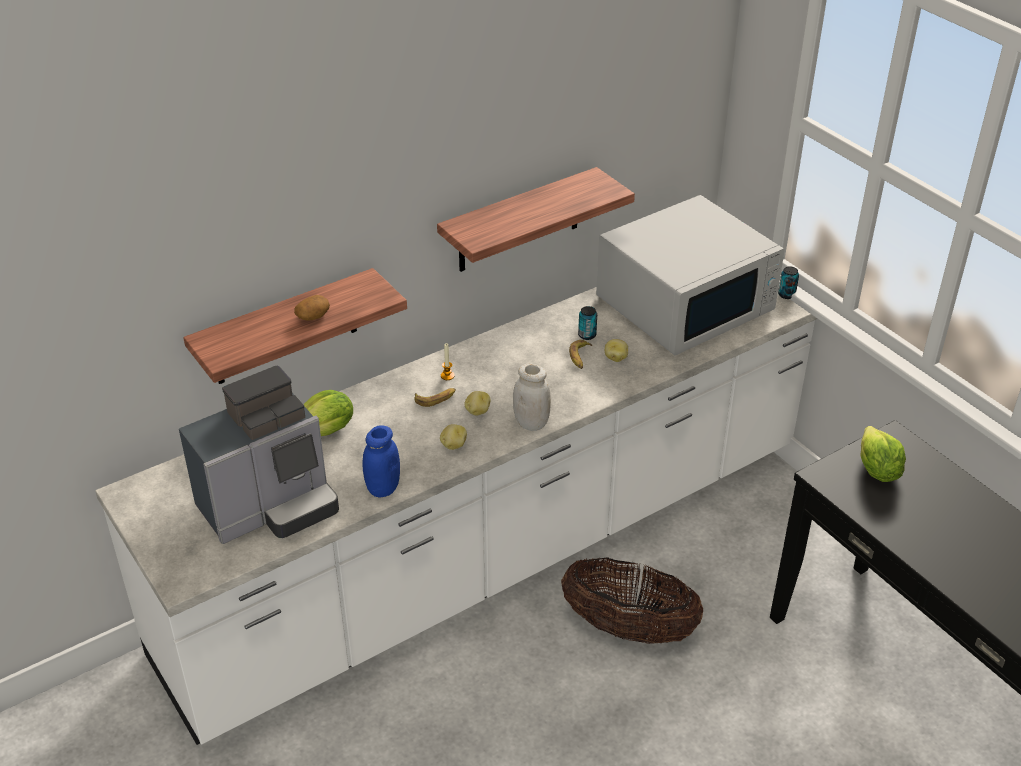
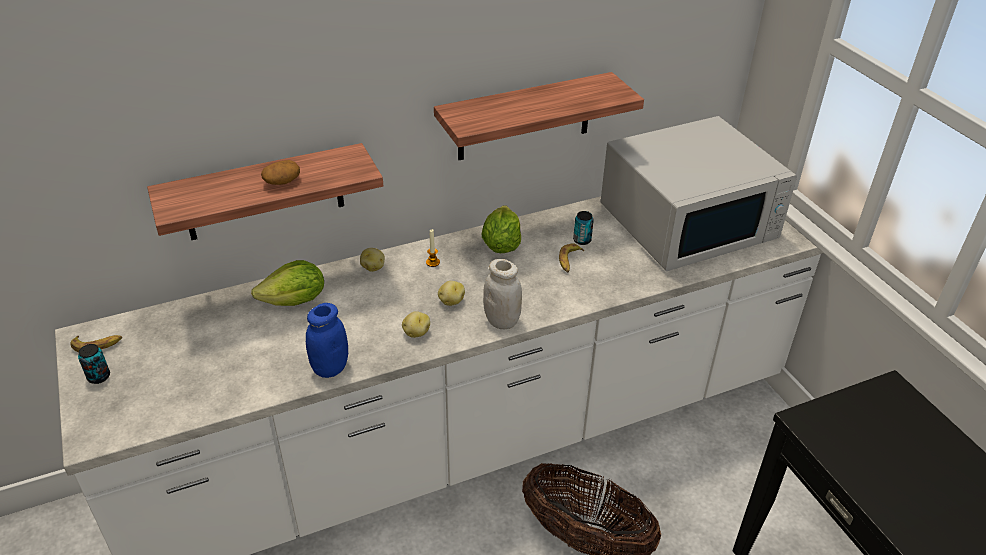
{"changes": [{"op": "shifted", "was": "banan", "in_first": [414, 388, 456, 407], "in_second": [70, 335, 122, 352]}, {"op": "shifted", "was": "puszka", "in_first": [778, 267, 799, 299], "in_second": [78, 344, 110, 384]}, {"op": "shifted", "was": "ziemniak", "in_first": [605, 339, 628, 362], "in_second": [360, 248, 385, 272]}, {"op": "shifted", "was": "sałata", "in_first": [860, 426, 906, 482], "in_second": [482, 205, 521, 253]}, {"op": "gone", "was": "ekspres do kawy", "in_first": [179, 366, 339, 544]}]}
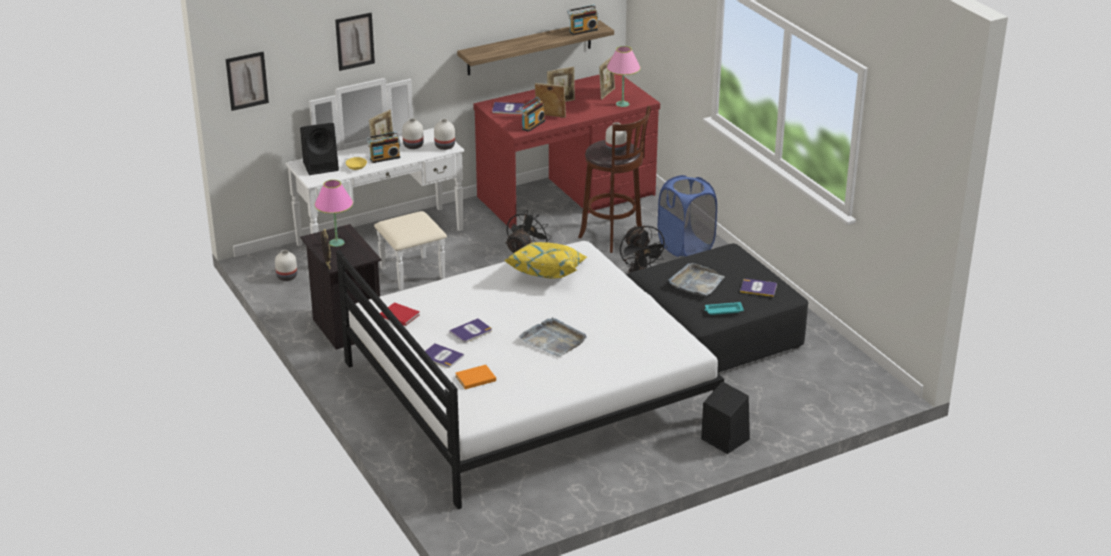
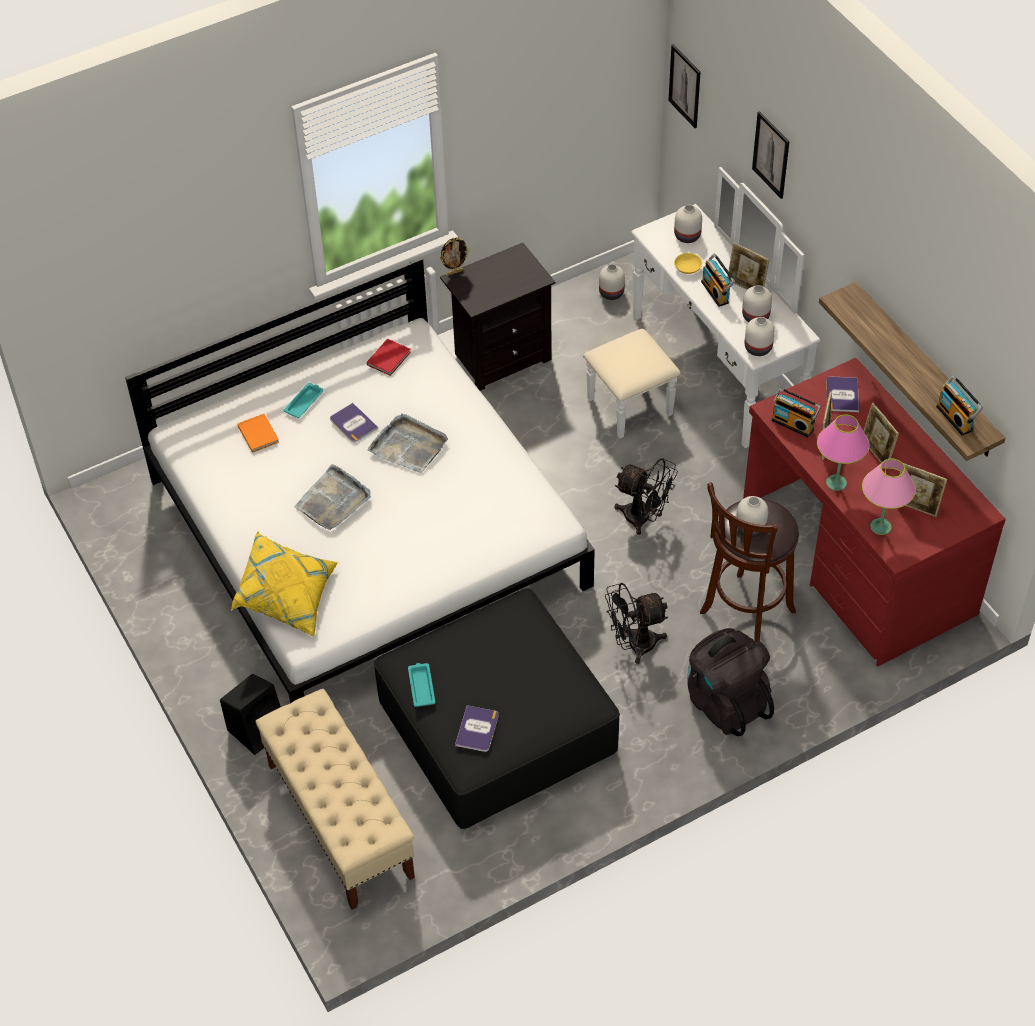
{"changes": [{"op": "shifted", "was": "poduszka (żółty)", "in_first": [505, 242, 587, 278], "in_second": [231, 530, 338, 637]}, {"op": "new", "now": "ławka (beżowy)", "in_second": [255, 689, 415, 910]}, {"op": "swapped", "was": "książka", "now": "taca (turkusowy)", "in_first": [425, 343, 464, 368], "in_second": [283, 383, 324, 418]}, {"op": "shifted", "was": "taca (szary)", "in_first": [668, 263, 725, 296], "in_second": [367, 413, 448, 473]}, {"op": "swapped", "was": "głośnik (czarny)", "now": "wazon (biały)", "in_first": [300, 123, 339, 175], "in_second": [674, 205, 702, 243]}, {"op": "swapped", "was": "kosz na pranie (niebieski)", "now": "plecak (czarny)", "in_first": [658, 175, 717, 257], "in_second": [687, 628, 774, 736]}, {"op": "shifted", "was": "lampa stołowa (różowy)", "in_first": [315, 180, 353, 247], "in_second": [817, 415, 869, 491]}]}
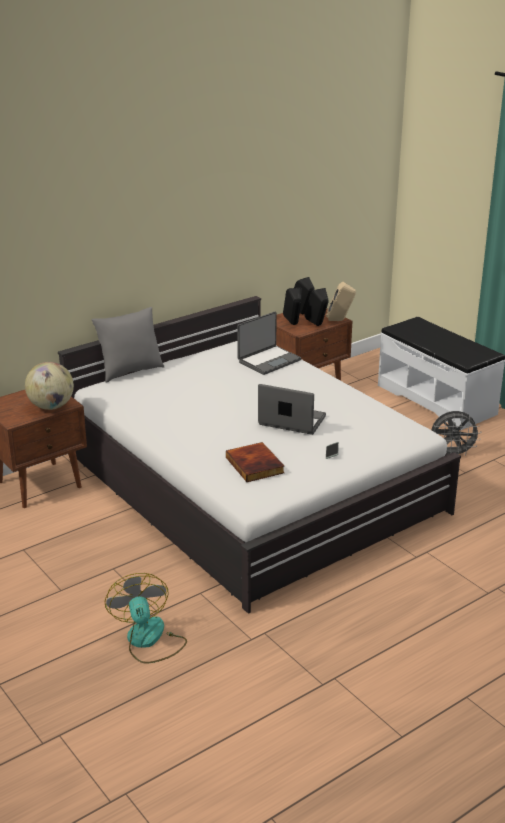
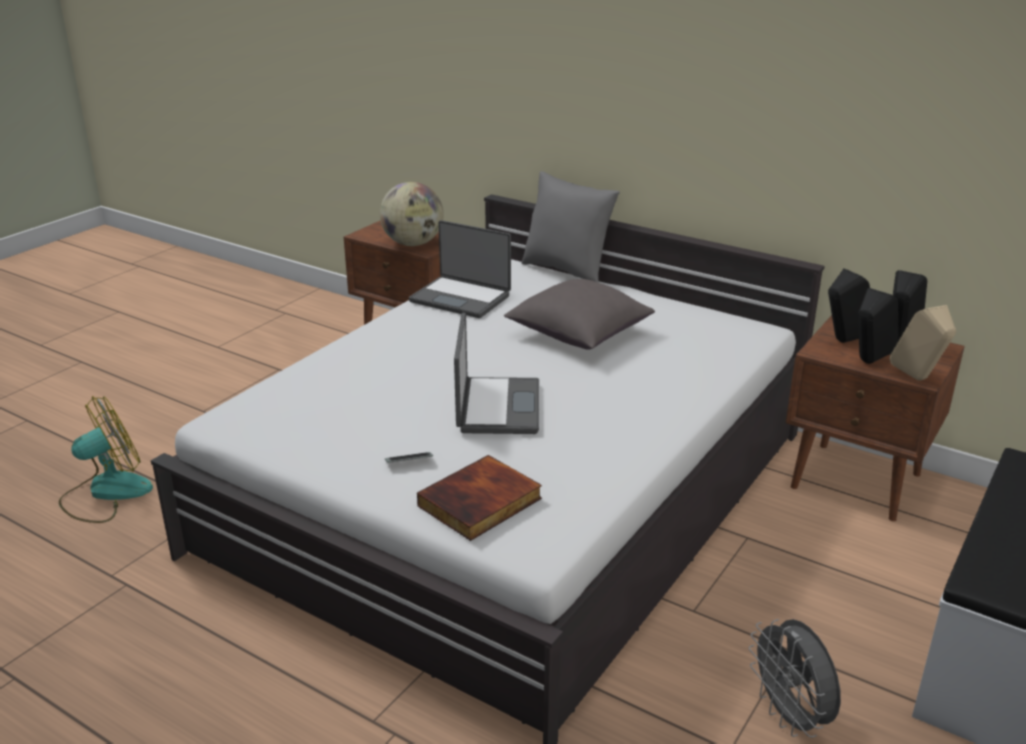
{"changes": [{"op": "shifted", "was": "laptop", "in_first": [237, 312, 301, 375], "in_second": [409, 220, 511, 318]}, {"op": "shifted", "was": "książka", "in_first": [226, 442, 285, 482], "in_second": [417, 455, 542, 541]}, {"op": "new", "now": "poduszka (szary)", "in_second": [504, 279, 655, 350]}]}
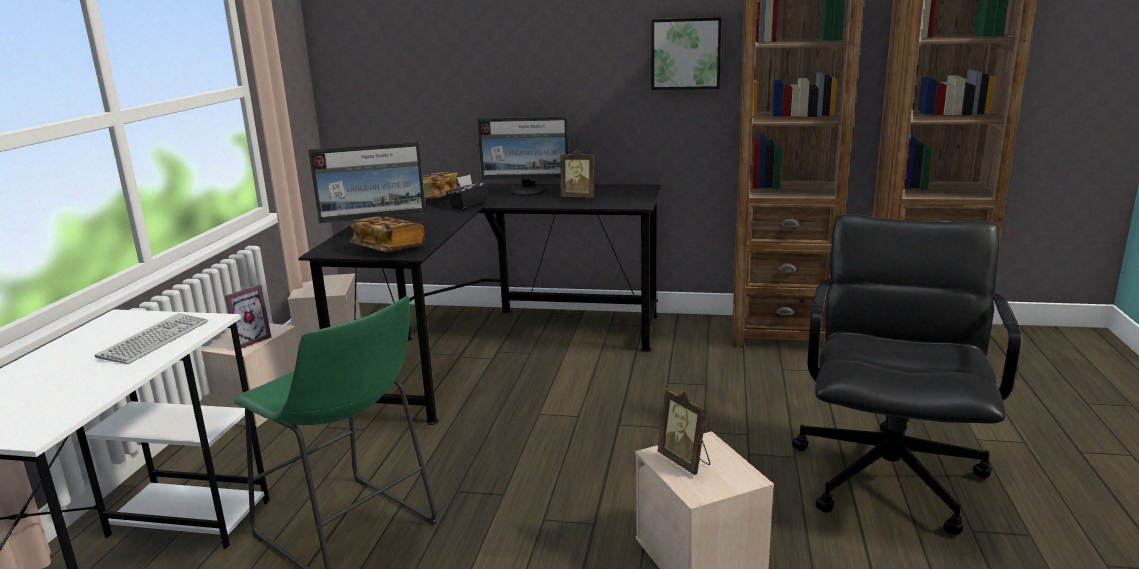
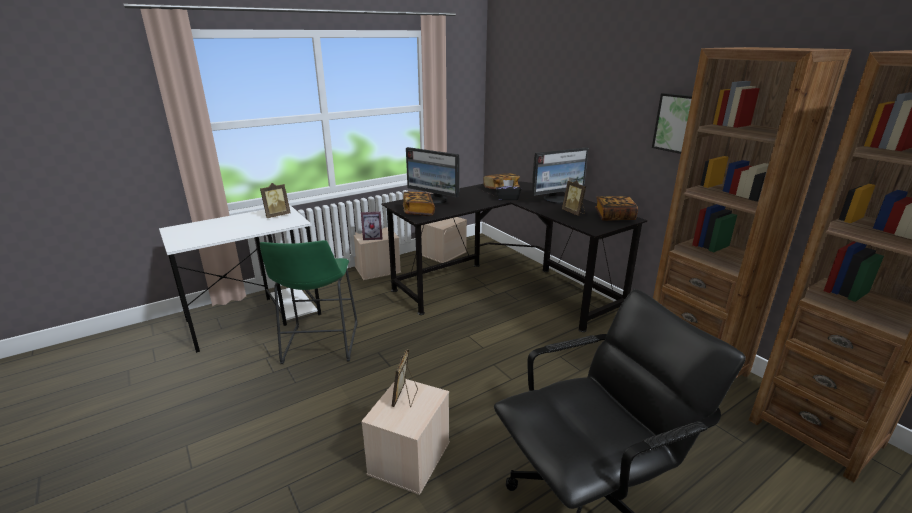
{"changes": [{"op": "new", "now": "ramka na zdjęcie", "in_second": [260, 183, 290, 218]}, {"op": "rotated", "was": "monitor", "in_first": [477, 116, 569, 196], "in_second": [532, 147, 589, 204], "clockwise": -75}, {"op": "new", "now": "książka", "in_second": [595, 196, 638, 221]}, {"op": "gone", "was": "klawiatura", "in_first": [95, 313, 208, 364]}]}
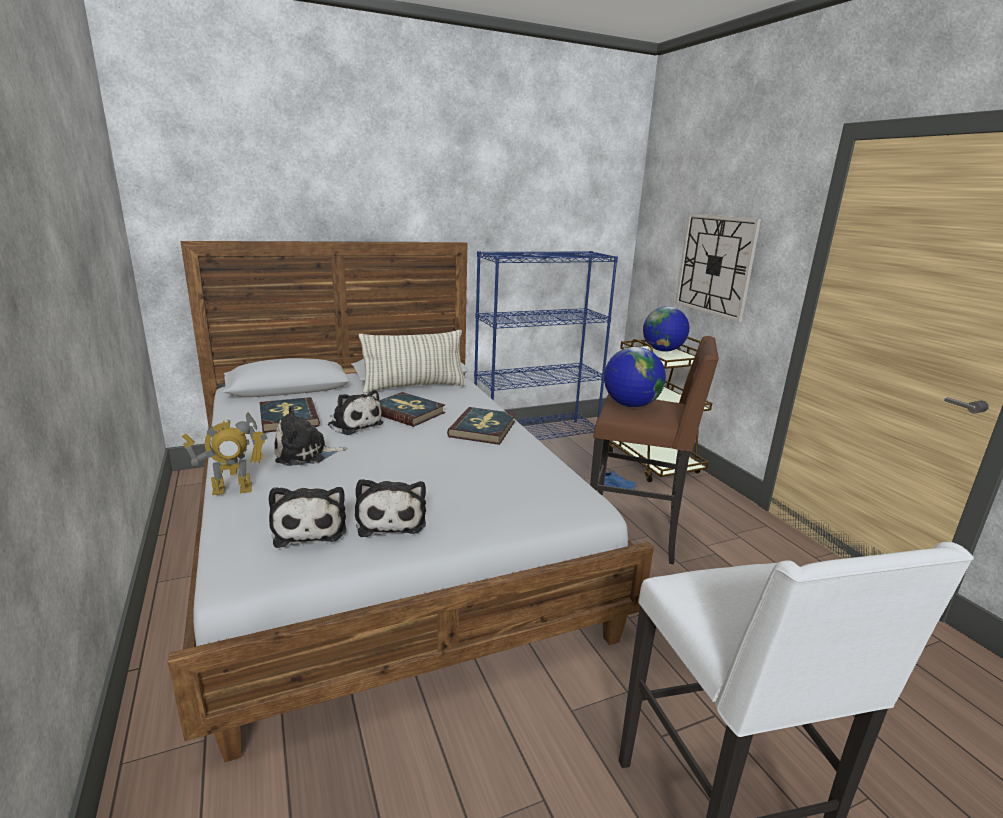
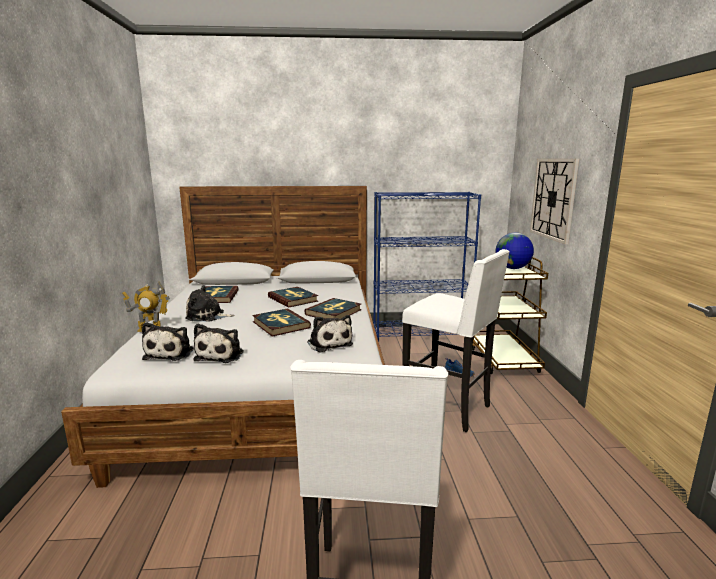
{"changes": [{"op": "new", "now": "książka", "in_second": [252, 308, 311, 337]}, {"op": "shifted", "was": "pluszak", "in_first": [328, 390, 383, 435], "in_second": [307, 315, 353, 353]}, {"op": "repainted", "was": "stołek (brązowy)", "now": "stołek (biały)", "in_first": [590, 336, 719, 564], "in_second": [402, 249, 510, 432]}, {"op": "gone", "was": "poduszka", "in_first": [359, 330, 466, 393]}, {"op": "gone", "was": "globus", "in_first": [604, 347, 666, 407]}]}
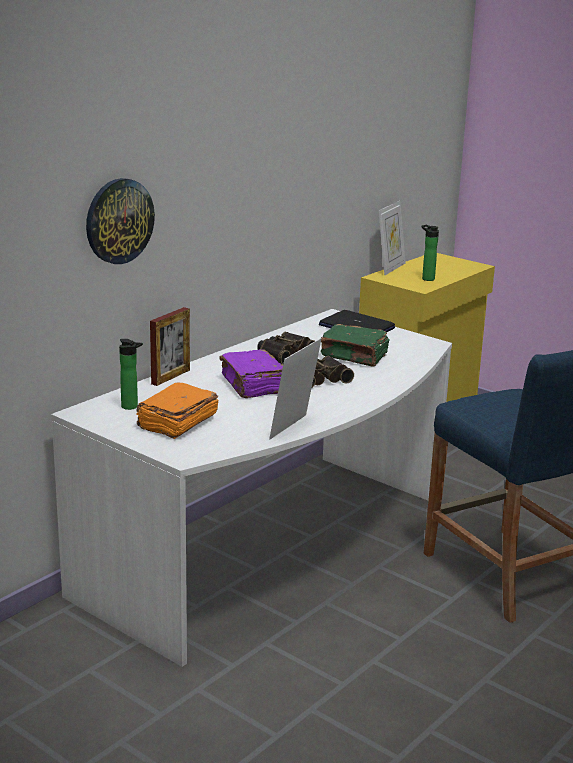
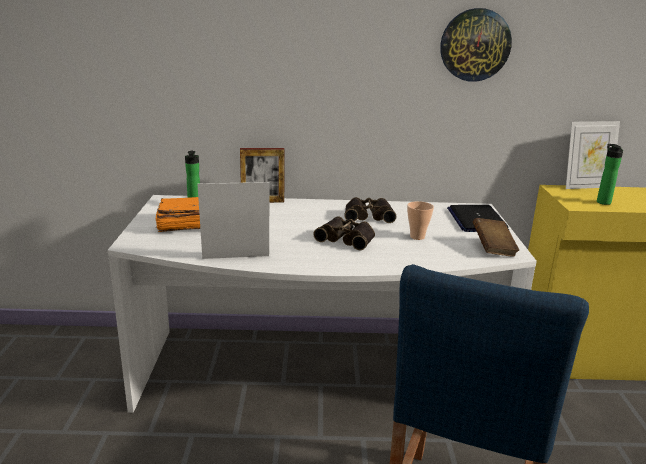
{"changes": [{"op": "swapped", "was": "książka (zielony)", "now": "filiżanka", "in_first": [321, 324, 389, 367], "in_second": [407, 201, 434, 240]}, {"op": "shifted", "was": "zegar ścienny", "in_first": [86, 178, 155, 264], "in_second": [440, 8, 512, 82]}, {"op": "new", "now": "książka (brązowy)", "in_second": [473, 218, 519, 257]}, {"op": "gone", "was": "książka (fioletowy)", "in_first": [219, 349, 283, 398]}]}
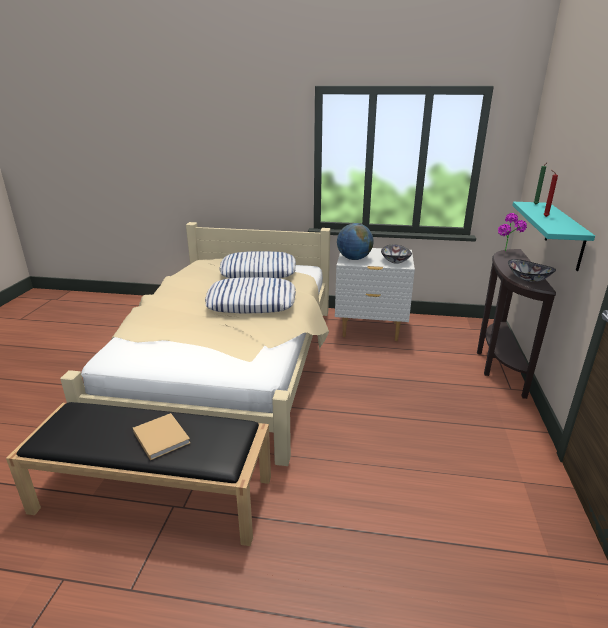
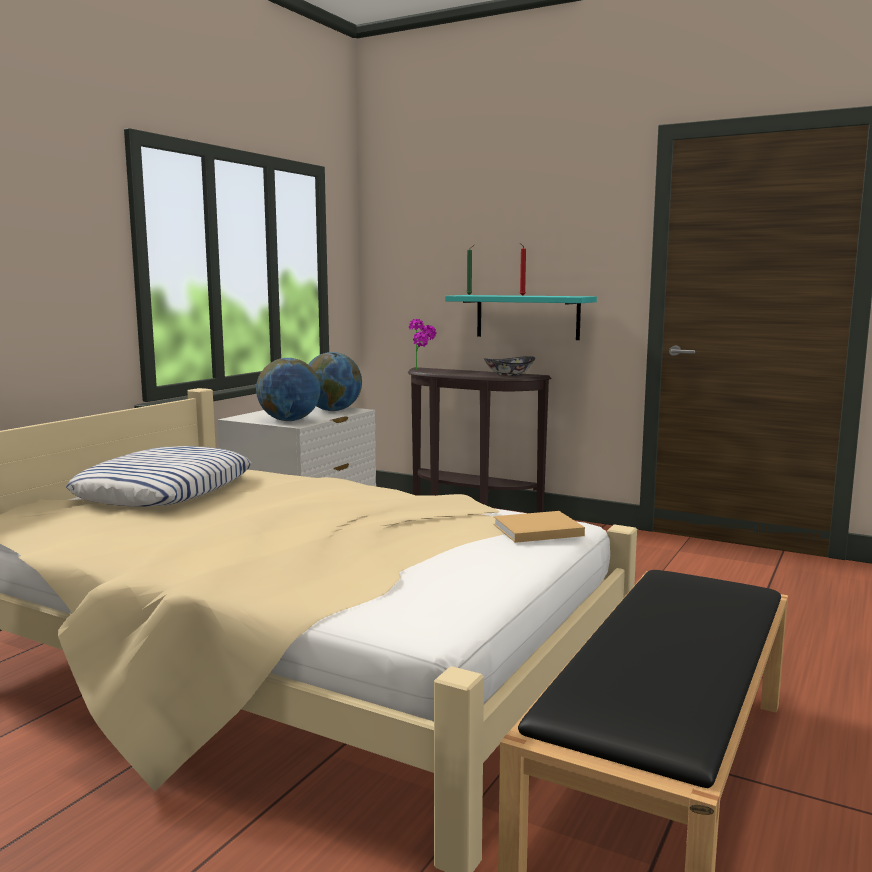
{"changes": [{"op": "swapped", "was": "miska", "now": "globus", "in_first": [381, 244, 412, 264], "in_second": [308, 352, 362, 411]}, {"op": "shifted", "was": "książka (beżowy)", "in_first": [133, 413, 190, 460], "in_second": [493, 511, 585, 543]}, {"op": "gone", "was": "poduszka", "in_first": [205, 277, 296, 313]}]}
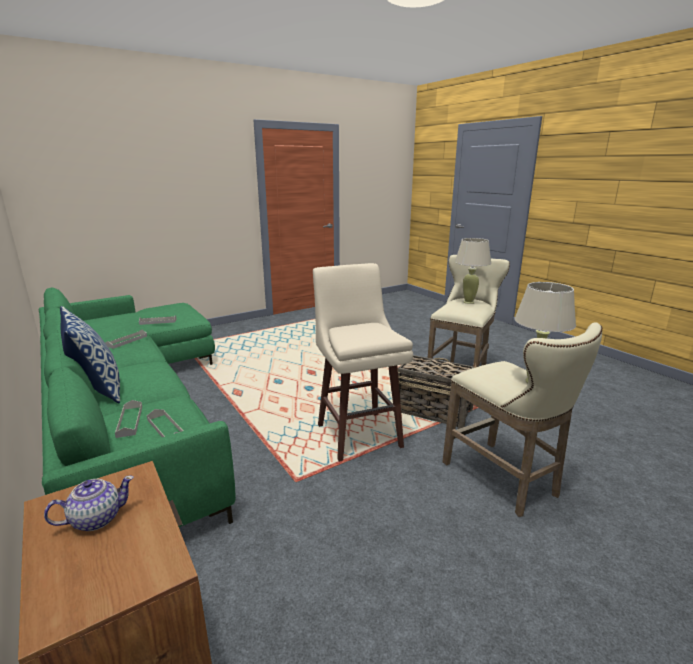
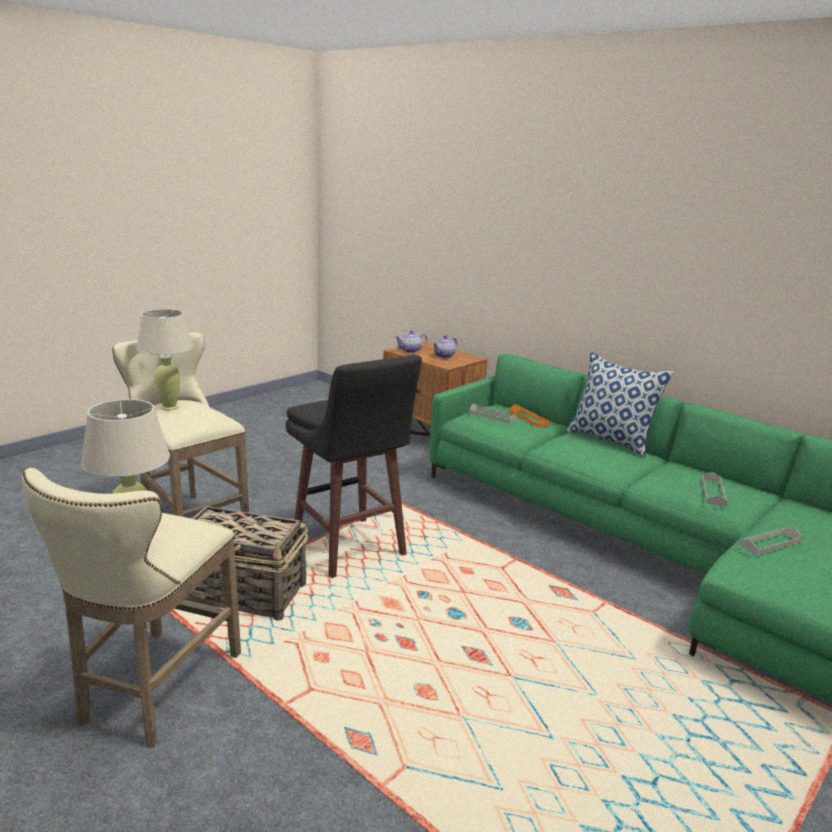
{"changes": [{"op": "repainted", "was": "stołek (beżowy)", "now": "stołek (czarny)", "in_first": [313, 263, 413, 462], "in_second": [286, 355, 422, 578]}, {"op": "new", "now": "imbryk", "in_second": [395, 330, 427, 353]}, {"op": "repainted", "was": "taca (szary)", "now": "taca (pomarańczowy)", "in_first": [115, 400, 142, 438], "in_second": [509, 404, 550, 428]}]}
